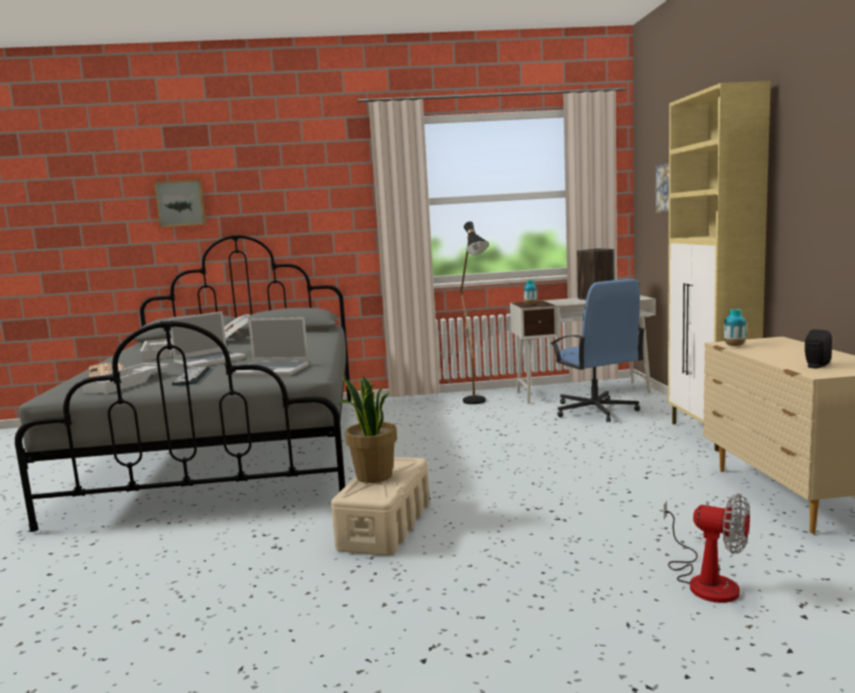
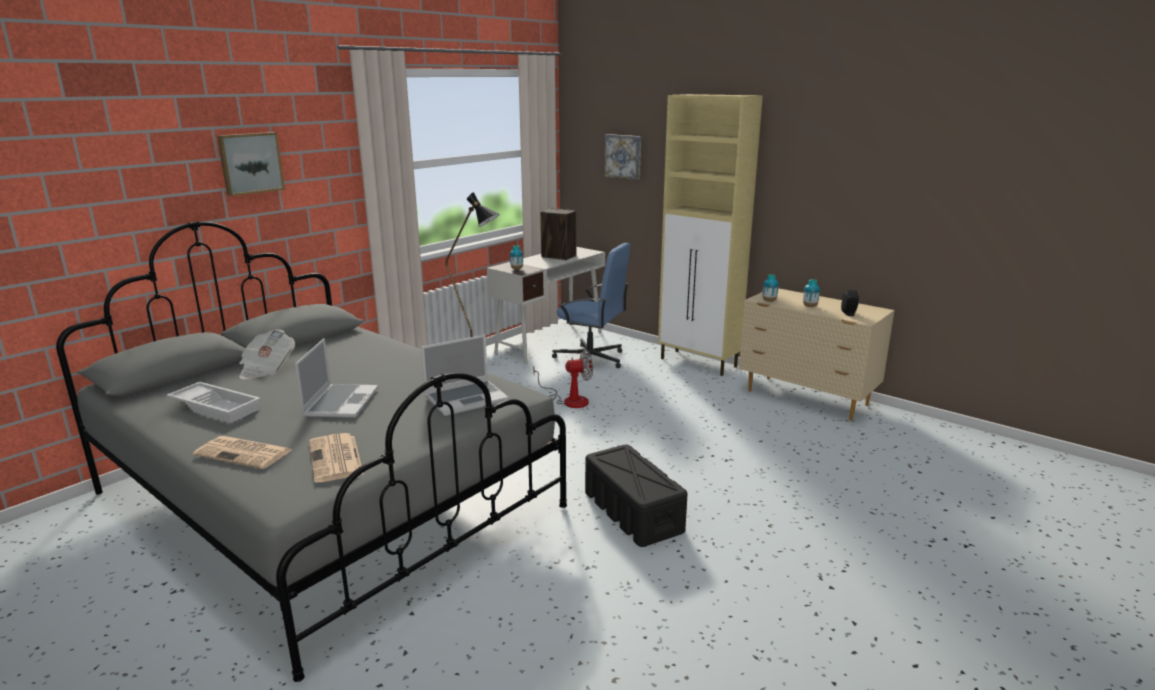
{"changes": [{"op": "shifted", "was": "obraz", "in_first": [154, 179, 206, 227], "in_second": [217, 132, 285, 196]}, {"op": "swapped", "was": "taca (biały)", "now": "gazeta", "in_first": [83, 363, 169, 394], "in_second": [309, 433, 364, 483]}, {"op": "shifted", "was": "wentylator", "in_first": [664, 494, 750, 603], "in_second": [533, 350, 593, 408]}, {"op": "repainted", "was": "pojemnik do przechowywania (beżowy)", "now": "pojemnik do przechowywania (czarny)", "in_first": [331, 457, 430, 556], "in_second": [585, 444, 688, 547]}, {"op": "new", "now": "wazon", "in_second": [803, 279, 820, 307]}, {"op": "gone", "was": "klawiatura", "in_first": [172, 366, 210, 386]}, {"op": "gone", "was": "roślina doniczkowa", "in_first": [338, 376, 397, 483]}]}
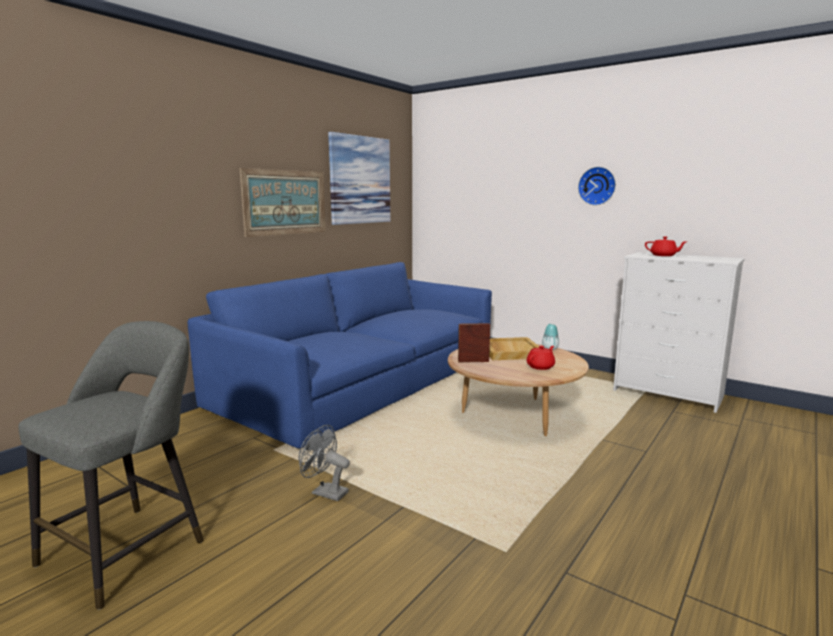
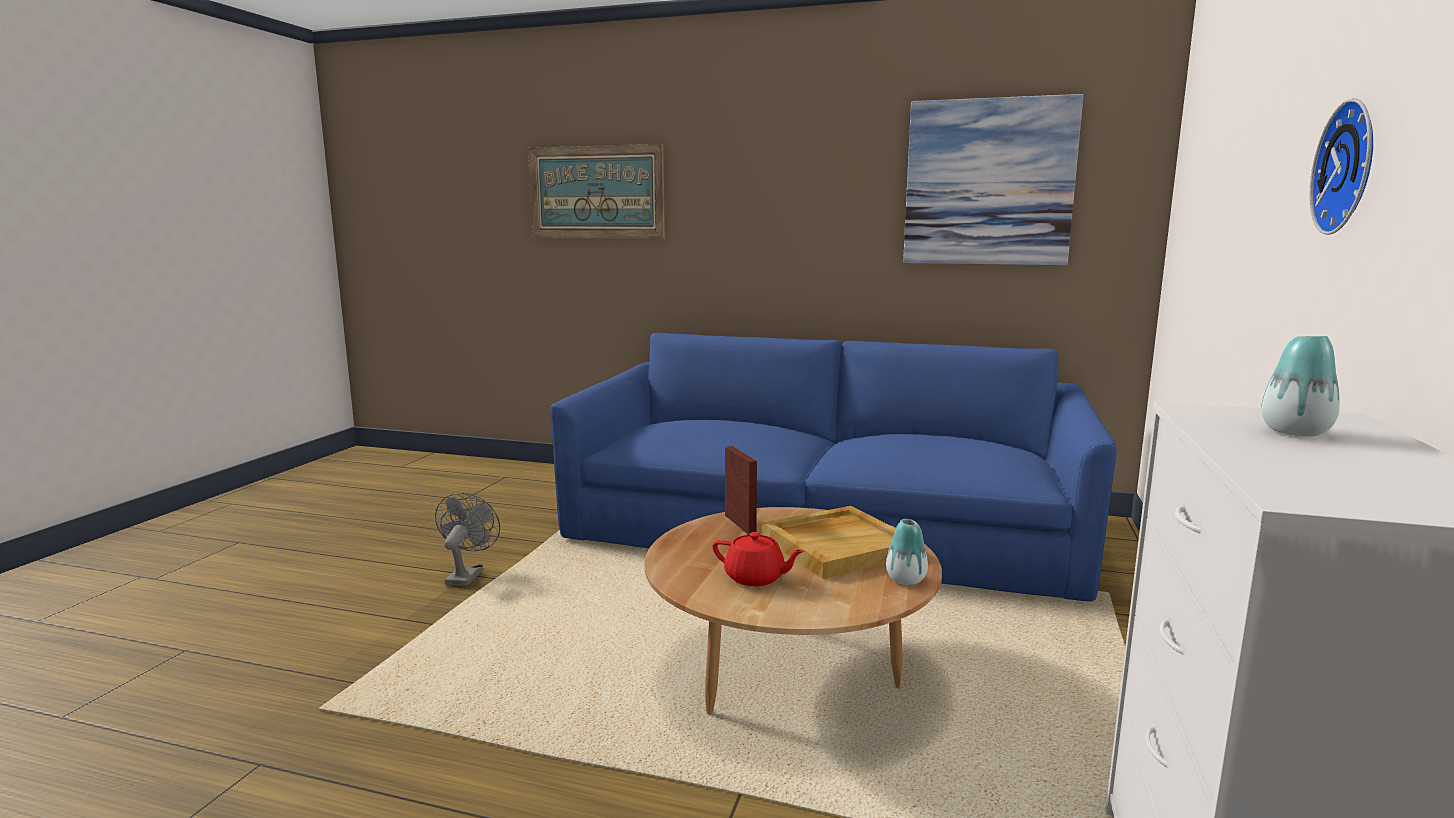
{"changes": [{"op": "shifted", "was": "obraz", "in_first": [239, 168, 326, 237], "in_second": [528, 144, 665, 239]}, {"op": "swapped", "was": "imbryk (czerwony)", "now": "wazon", "in_first": [645, 237, 687, 256], "in_second": [1261, 336, 1340, 436]}, {"op": "gone", "was": "stołek (szary)", "in_first": [18, 321, 204, 610]}]}
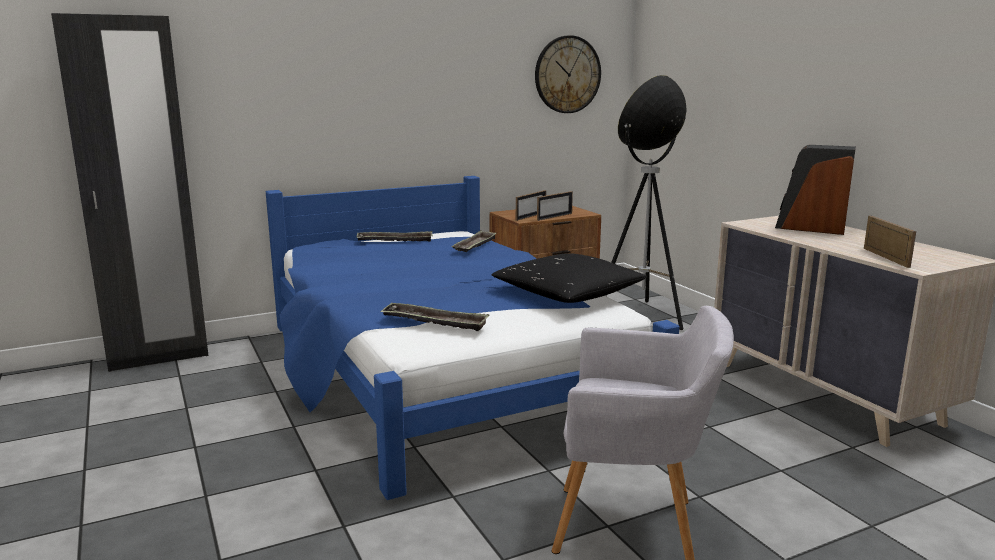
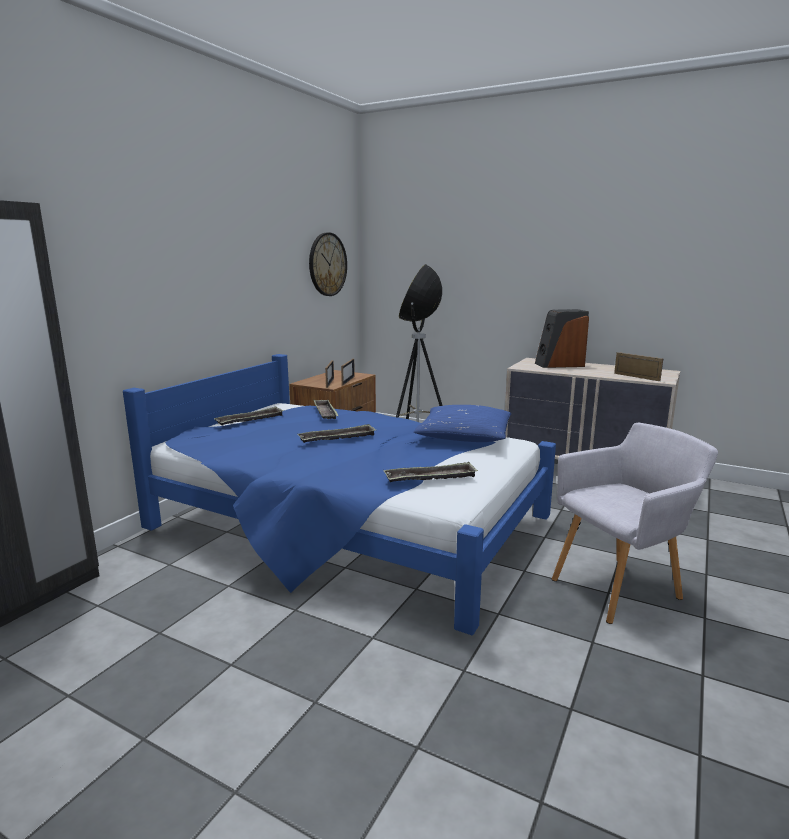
{"changes": [{"op": "new", "now": "taca", "in_second": [297, 424, 376, 443]}, {"op": "repainted", "was": "poduszka (czarny)", "now": "poduszka (niebieski)", "in_first": [492, 253, 647, 303], "in_second": [414, 405, 511, 442]}]}
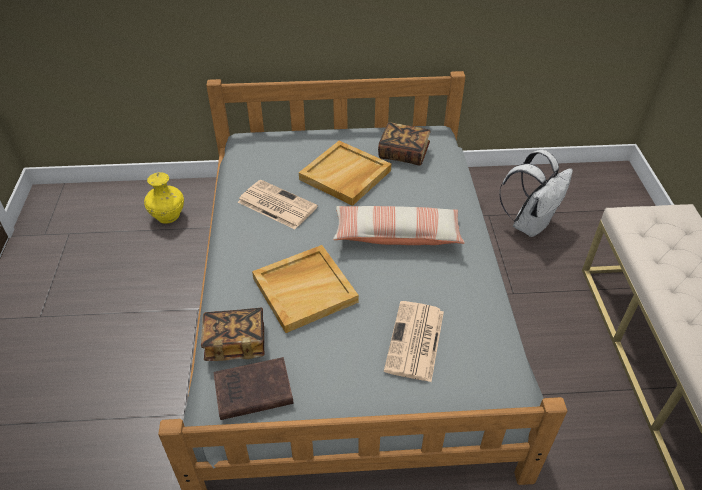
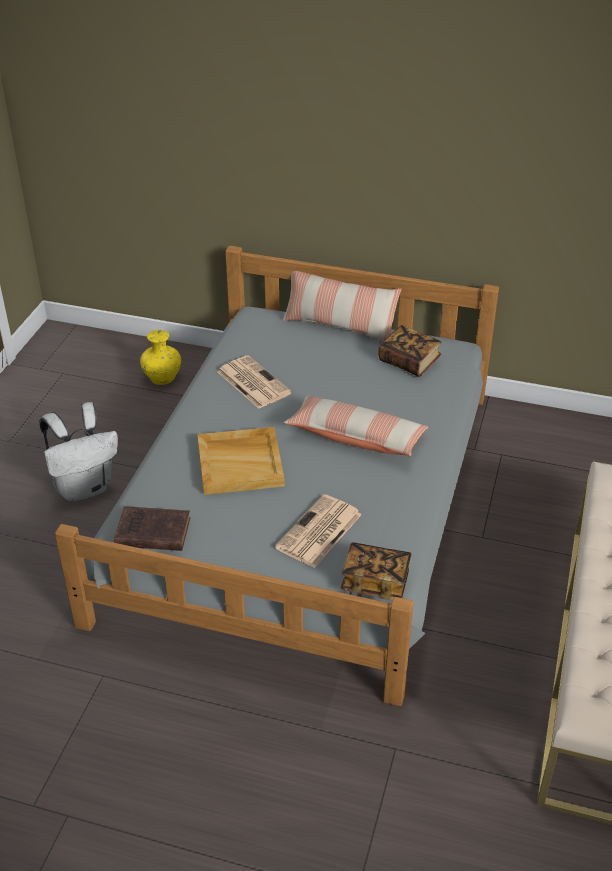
{"changes": [{"op": "shifted", "was": "plecak (biały)", "in_first": [500, 150, 573, 237], "in_second": [39, 402, 118, 502]}, {"op": "new", "now": "poduszka", "in_second": [282, 271, 401, 341]}, {"op": "shifted", "was": "książka", "in_first": [201, 308, 265, 361], "in_second": [341, 542, 412, 600]}, {"op": "gone", "was": "taca (beżowy)", "in_first": [299, 141, 391, 206]}]}
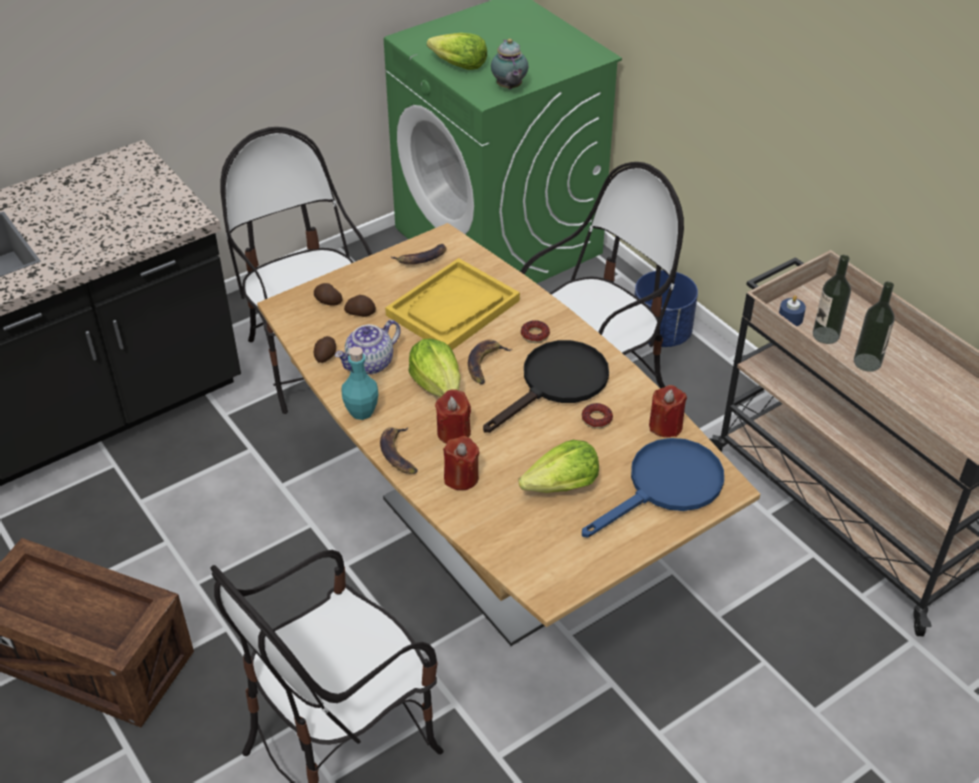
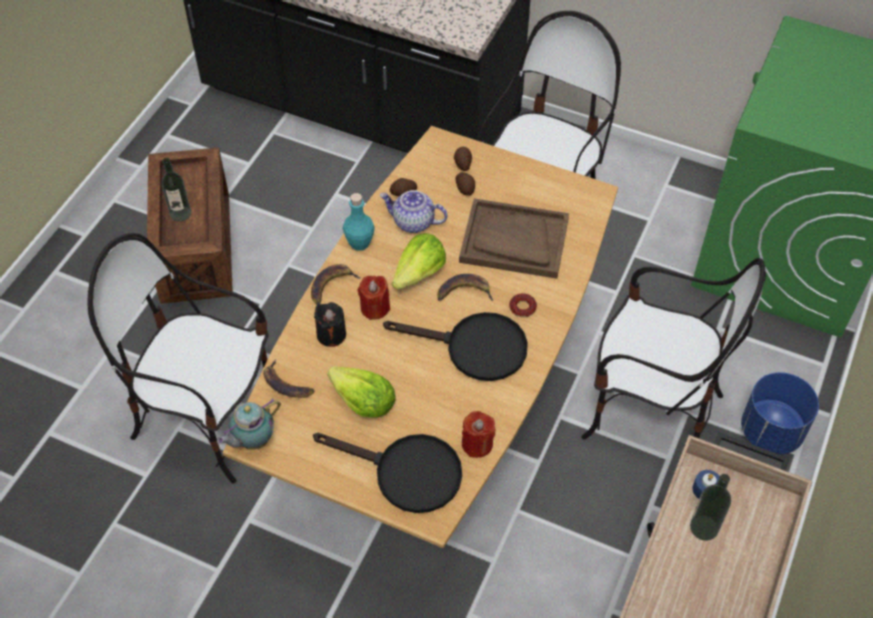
{"changes": [{"op": "shifted", "was": "butelka", "in_first": [854, 282, 895, 372], "in_second": [161, 158, 191, 222]}, {"op": "shifted", "was": "imbryk", "in_first": [491, 39, 528, 89], "in_second": [217, 399, 281, 450]}, {"op": "shifted", "was": "banan", "in_first": [391, 244, 447, 264], "in_second": [263, 360, 315, 398]}, {"op": "repainted", "was": "patelnia (niebieski)", "now": "patelnia (czarny)", "in_first": [582, 438, 724, 537], "in_second": [313, 433, 462, 513]}, {"op": "repainted", "was": "świeca (czerwony)", "now": "świeca (czarny)", "in_first": [443, 436, 480, 490], "in_second": [314, 302, 346, 347]}, {"op": "repainted", "was": "taca (żółty)", "now": "taca (brązowy)", "in_first": [385, 258, 520, 350], "in_second": [459, 198, 569, 279]}, {"op": "gone", "was": "sałata", "in_first": [427, 33, 487, 70]}, {"op": "gone", "was": "donut", "in_first": [582, 403, 613, 429]}]}
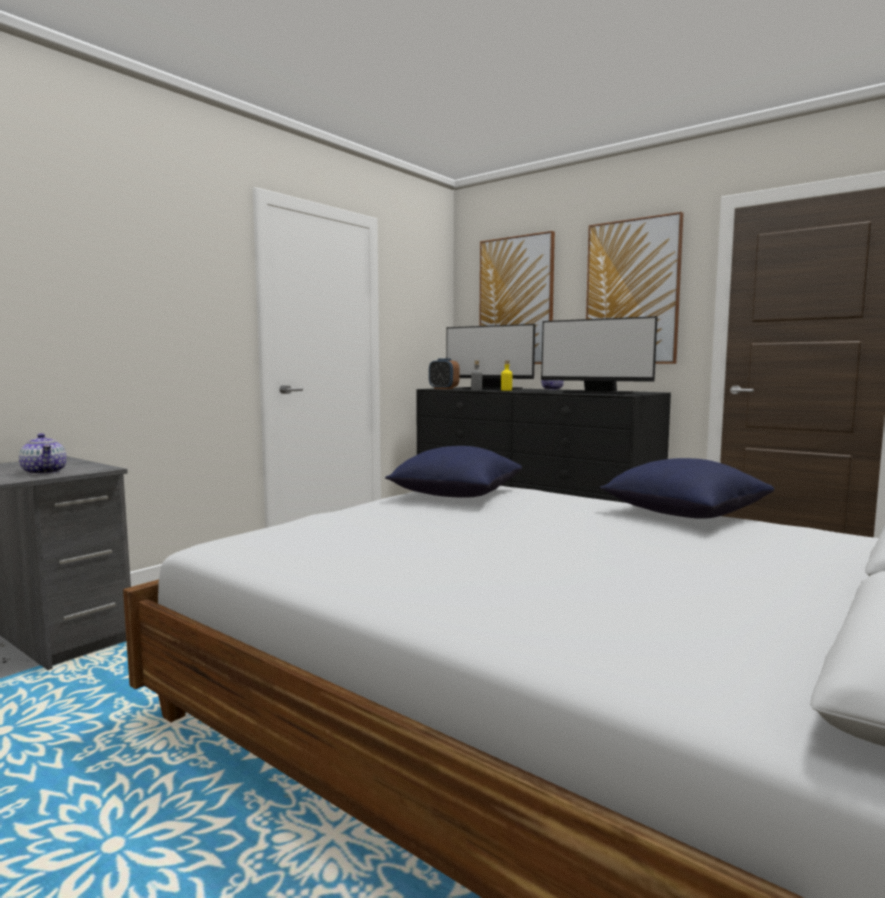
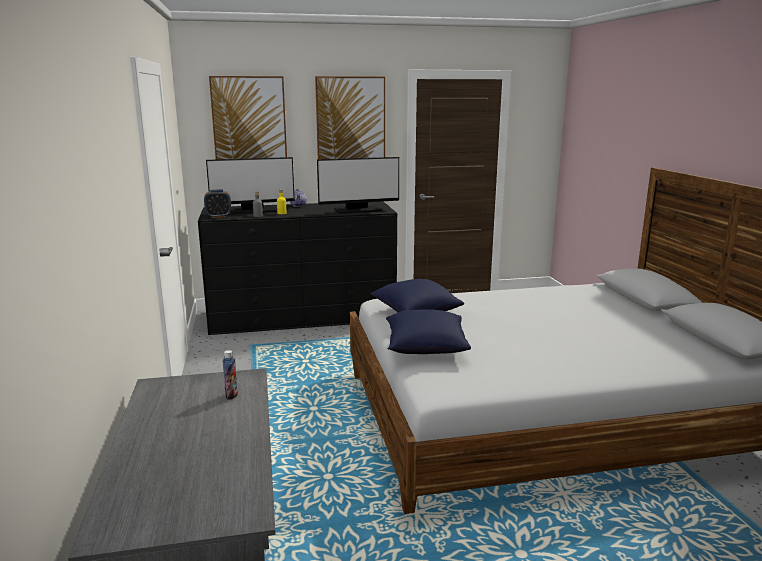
{"changes": [{"op": "swapped", "was": "imbryk", "now": "butelka", "in_first": [19, 433, 67, 475], "in_second": [223, 350, 238, 400]}, {"op": "shifted", "was": "poduszka (niebieski)", "in_first": [600, 458, 774, 519], "in_second": [386, 309, 471, 354]}]}
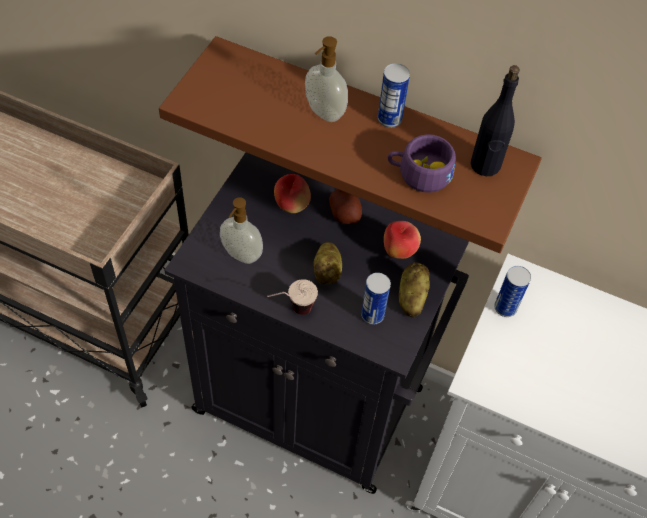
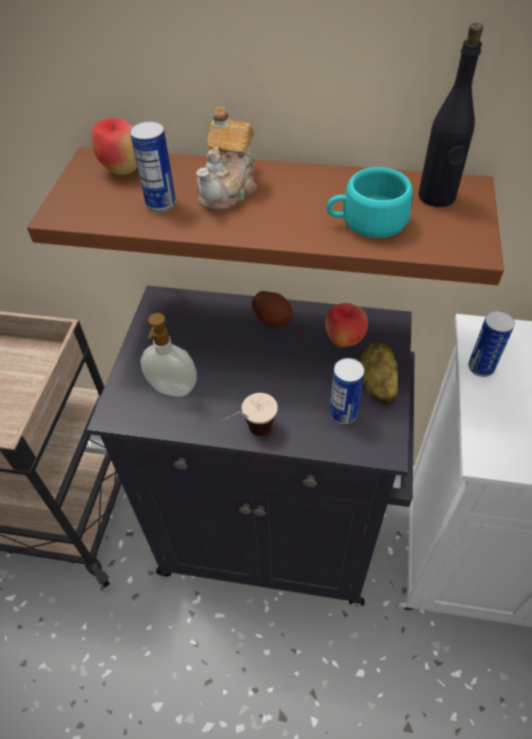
{"changes": [{"op": "shifted", "was": "jabłko", "in_first": [274, 174, 311, 213], "in_second": [91, 118, 137, 175]}, {"op": "shifted", "was": "puszka", "in_first": [378, 64, 410, 128], "in_second": [130, 121, 176, 212]}, {"op": "swapped", "was": "dozownik mydła", "now": "imbryk", "in_first": [305, 36, 348, 122], "in_second": [196, 106, 257, 211]}, {"op": "repainted", "was": "filiżanka (fioletowy)", "now": "filiżanka (turkusowy)", "in_first": [388, 134, 456, 193], "in_second": [327, 167, 413, 238]}, {"op": "gone", "was": "ziemniak", "in_first": [313, 242, 342, 284]}]}
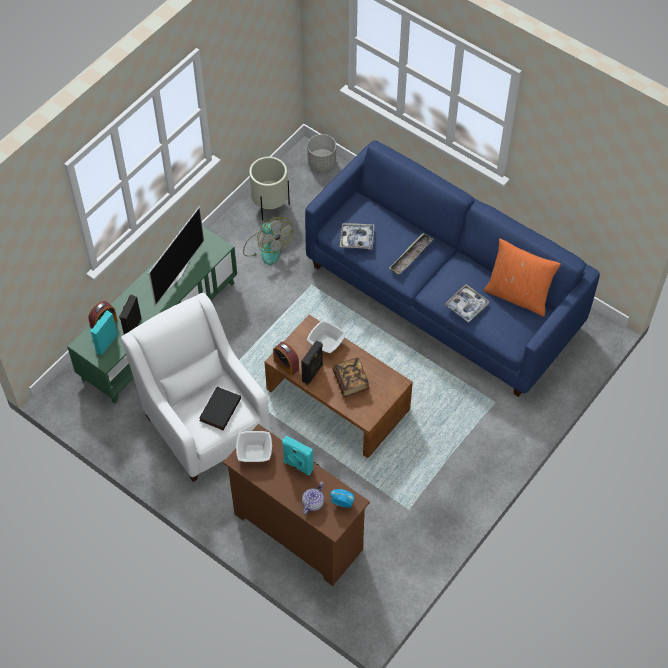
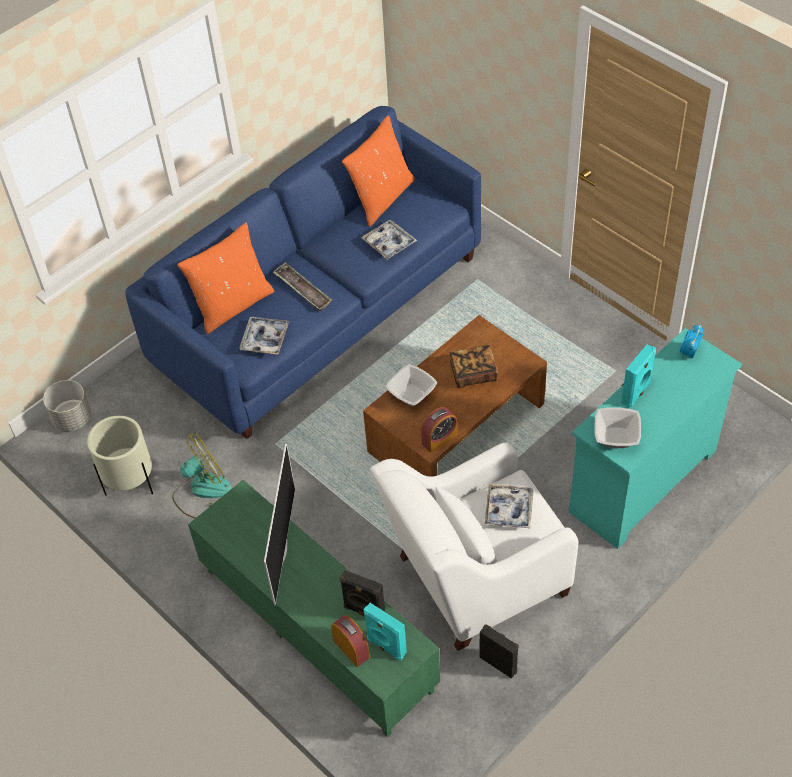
{"changes": [{"op": "new", "now": "poduszka (pomarańczowy)", "in_second": [177, 223, 274, 334]}, {"op": "rotated", "was": "telewizor", "in_first": [148, 206, 204, 306], "in_second": [264, 443, 295, 606], "clockwise": 60}, {"op": "shifted", "was": "głośnik (czarny)", "in_first": [301, 340, 323, 385], "in_second": [479, 624, 519, 679]}, {"op": "swapped", "was": "książka (czarny)", "now": "taca", "in_first": [199, 387, 241, 430], "in_second": [485, 484, 533, 528]}, {"op": "repainted", "was": "komoda (brązowy)", "now": "komoda (turkusowy)", "in_first": [223, 424, 370, 586], "in_second": [569, 328, 742, 549]}, {"op": "gone", "was": "imbryk", "in_first": [302, 482, 324, 514]}]}
